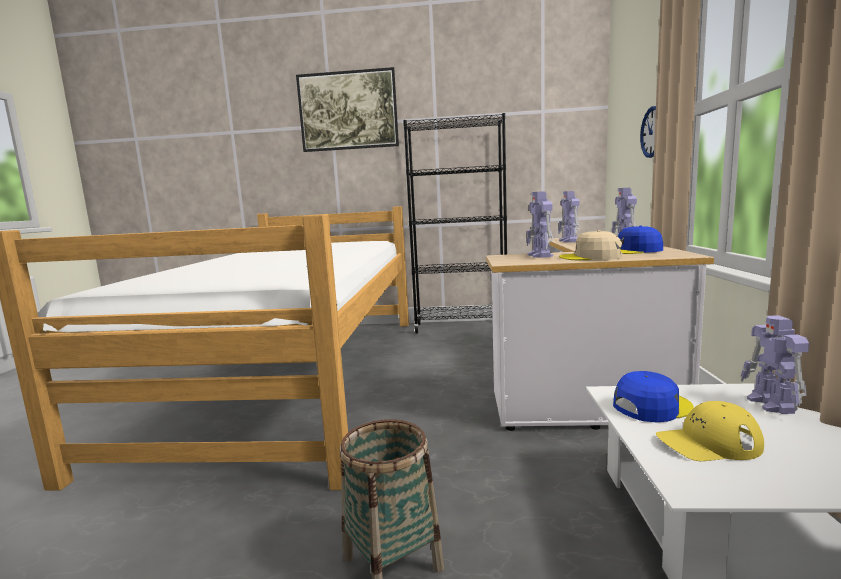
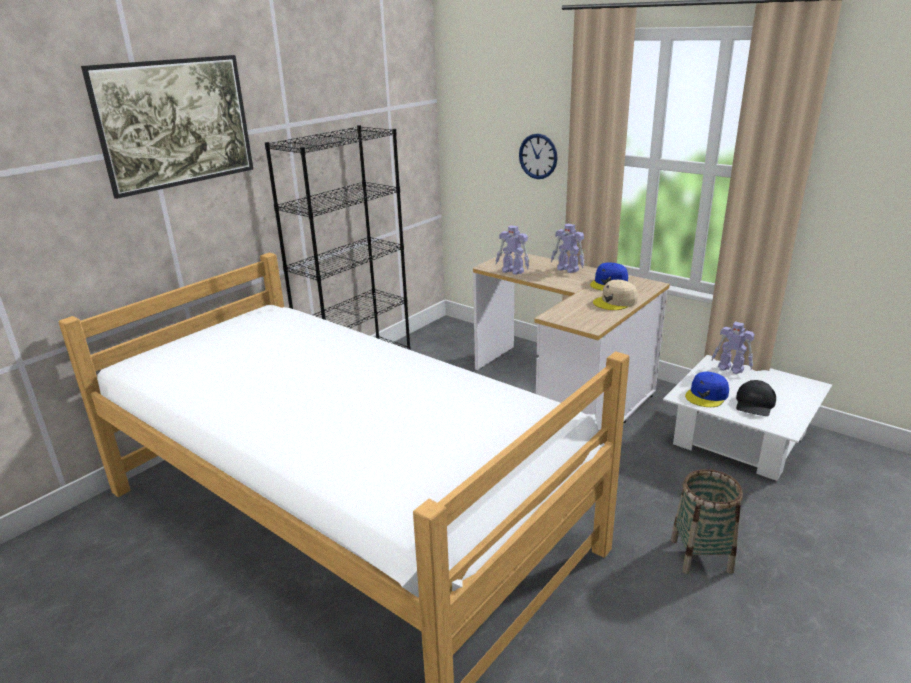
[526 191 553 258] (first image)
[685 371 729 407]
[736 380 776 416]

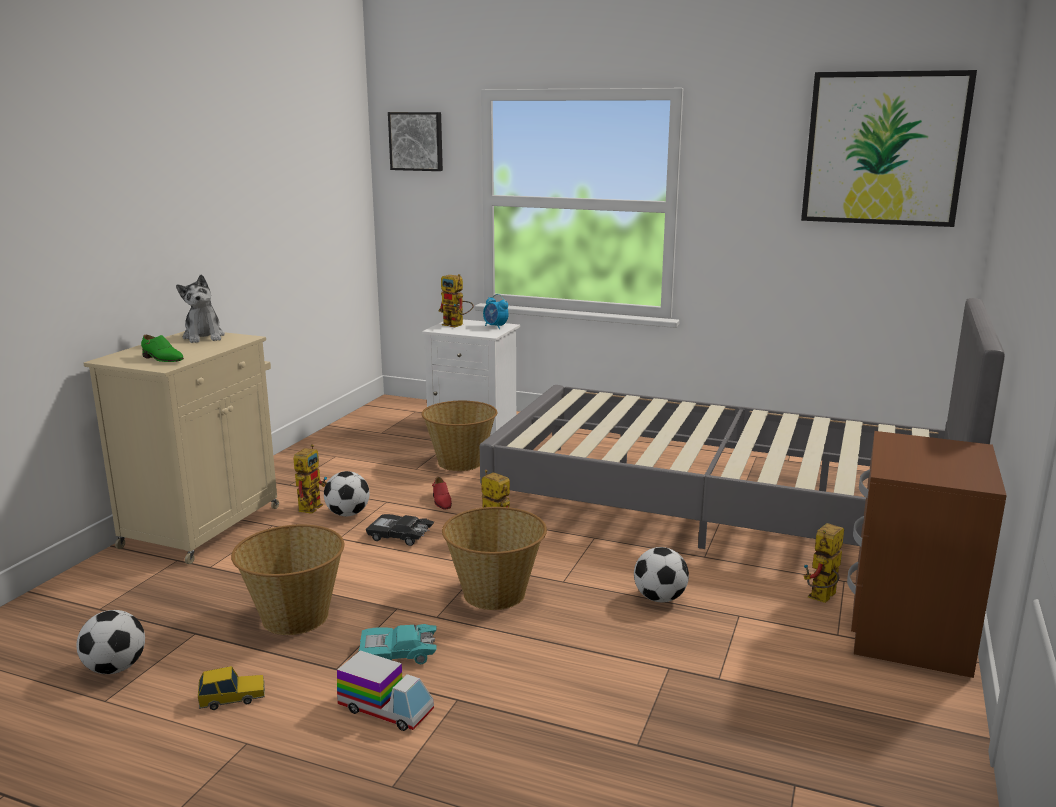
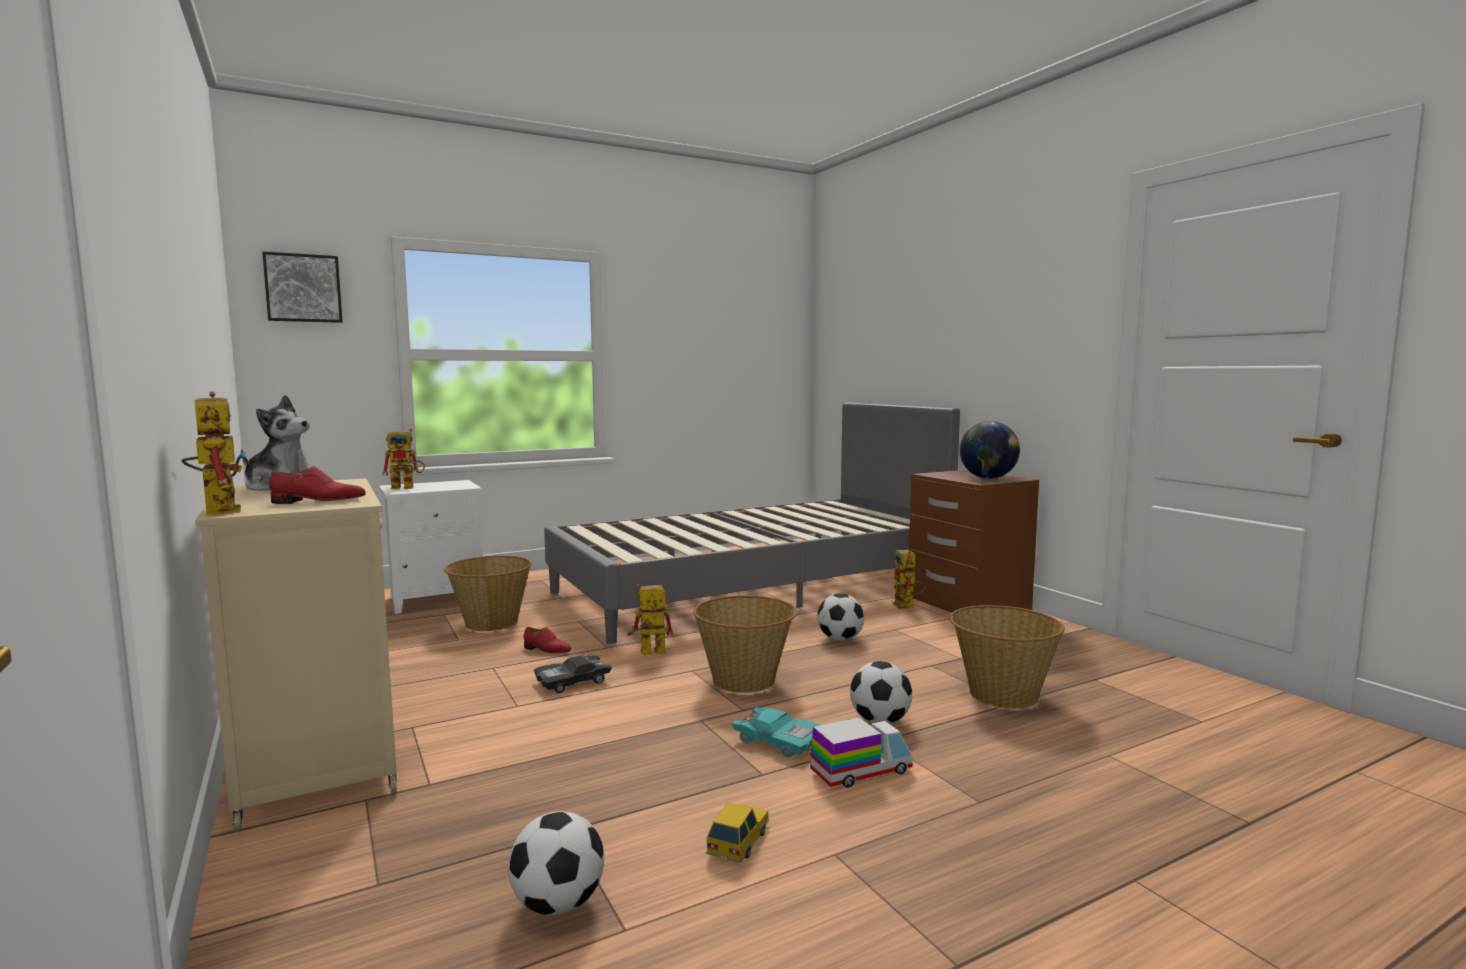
[801 70 977 227] (first image)
[483 294 509 329] (first image)
[269 466 366 504]
[182 391 246 515]
[850 661 912 724]
[949 605 1065 709]
[732 707 820 758]
[960 421 1020 479]

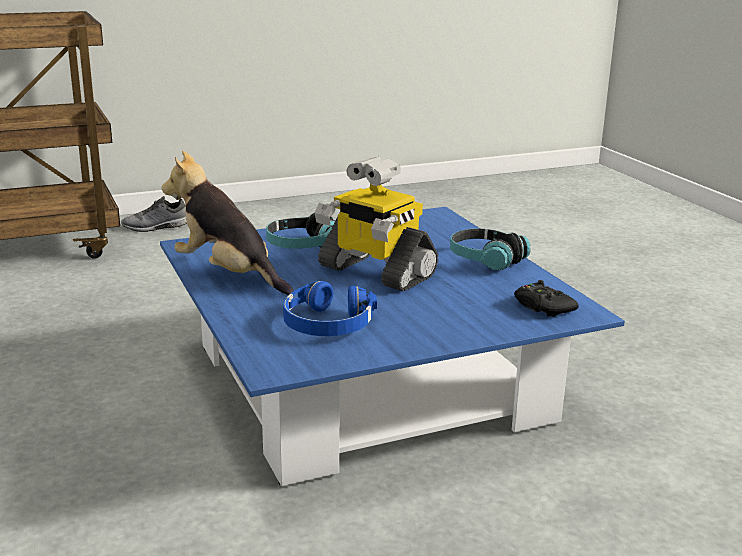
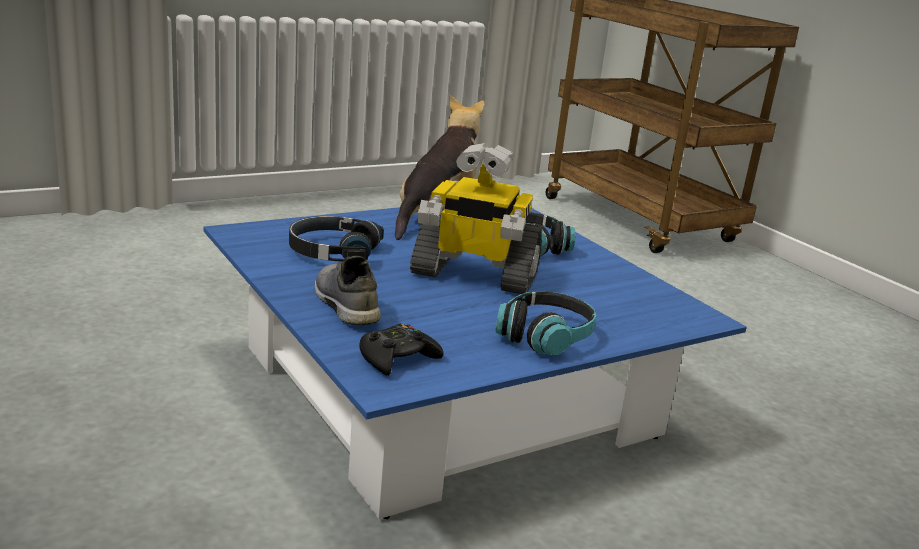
[410 143 541 294]
[314 256 381 325]
[289 216 384 262]

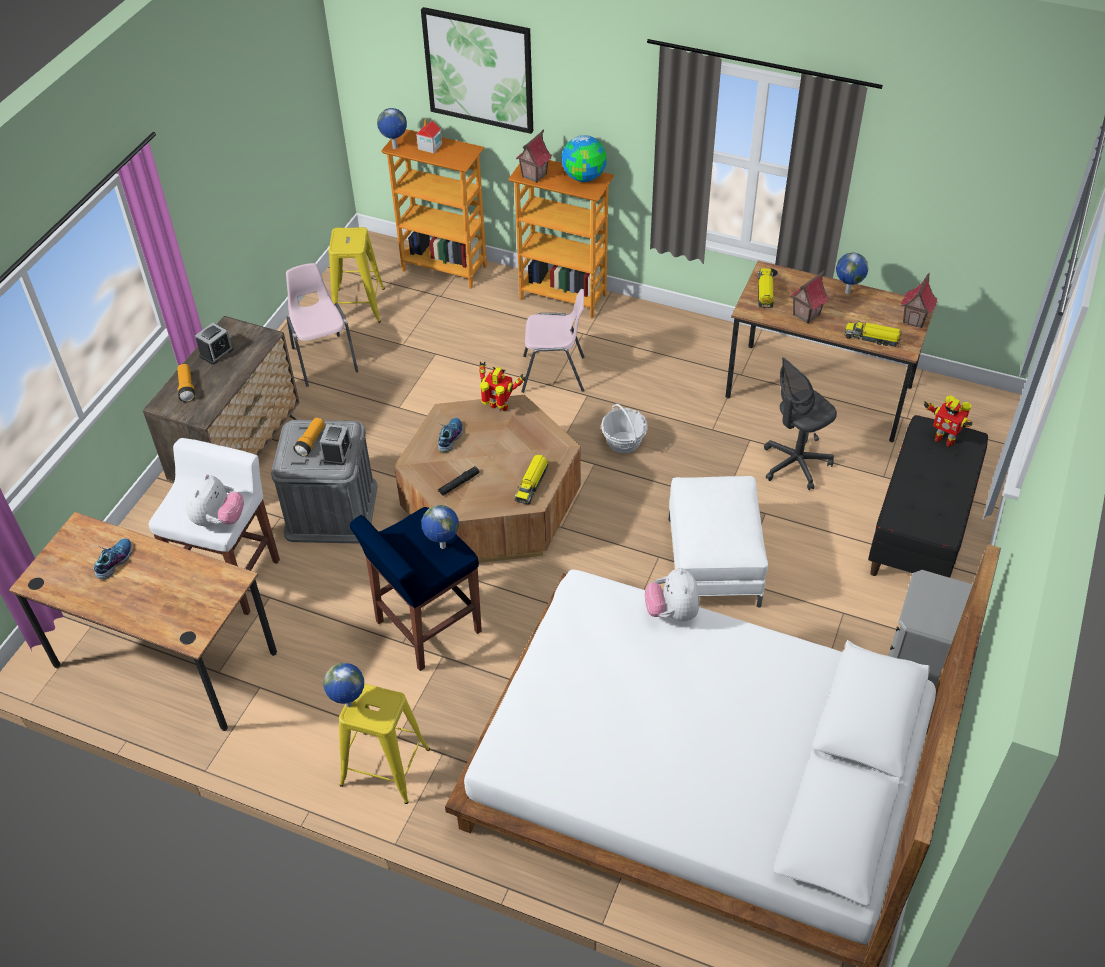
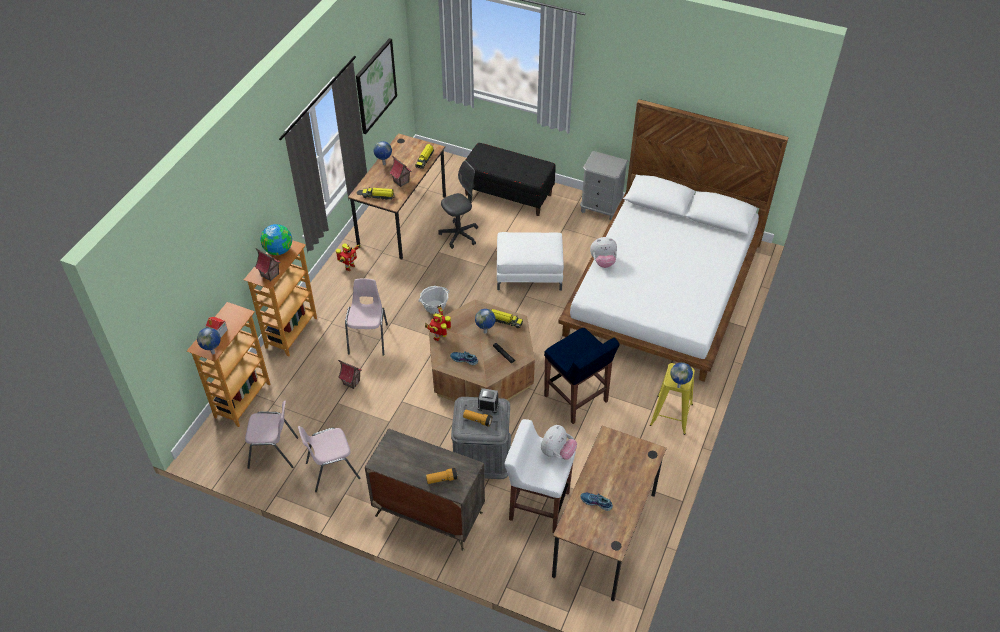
[356 38 397 134]
[245 401 298 469]
[338 360 362 389]
[195 323 234 365] (first image)
[438 160 478 249]
[336 243 361 271]
[541 425 577 460]
[475 309 496 333]

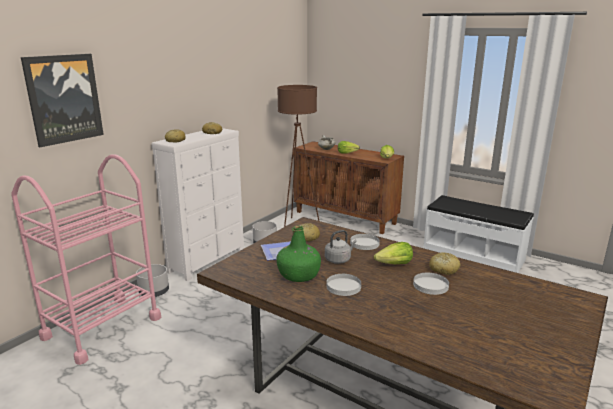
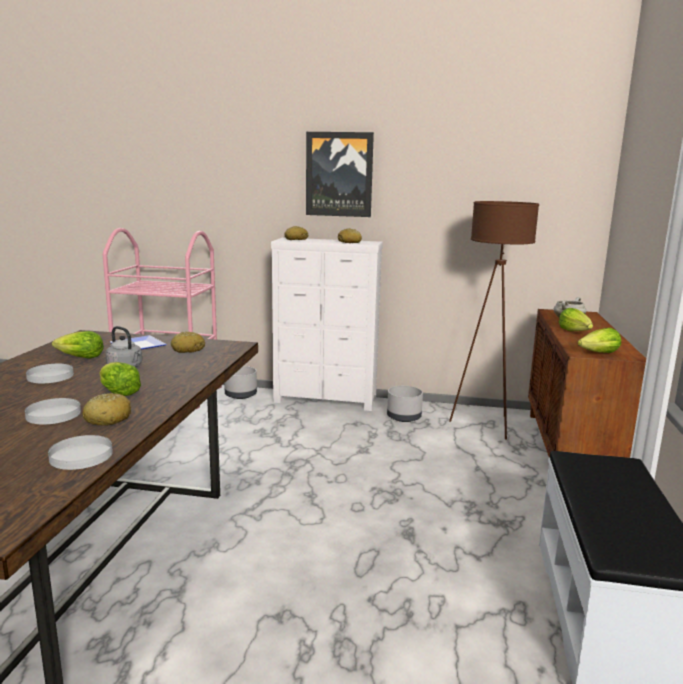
[306 132 374 217]
[52 331 104 359]
[48 435 113 470]

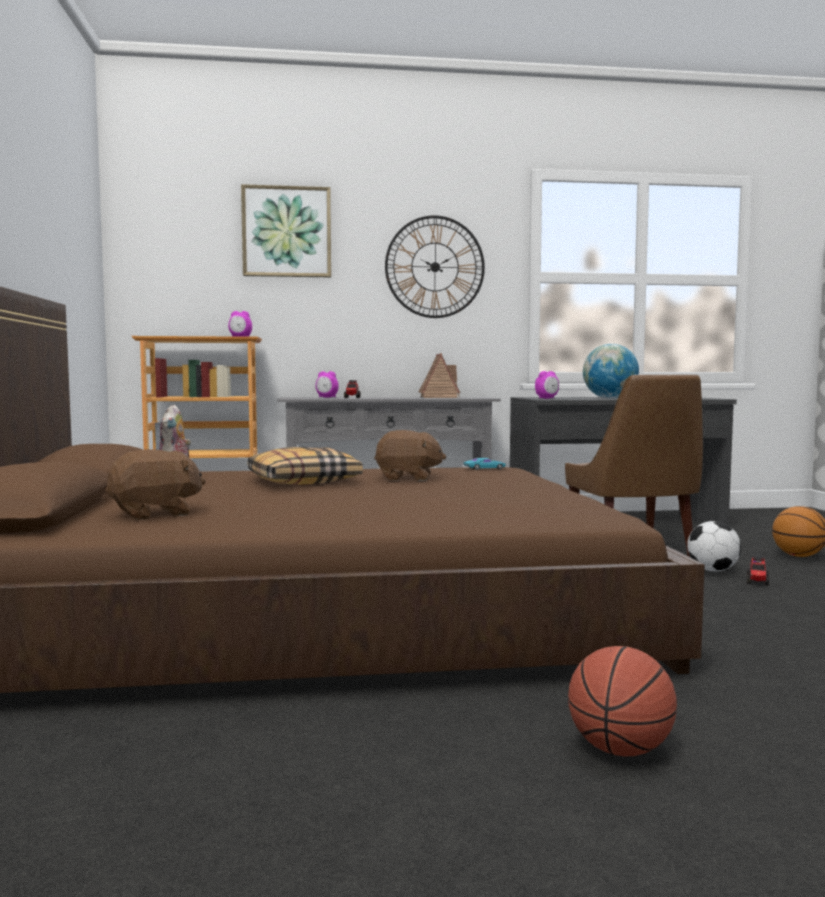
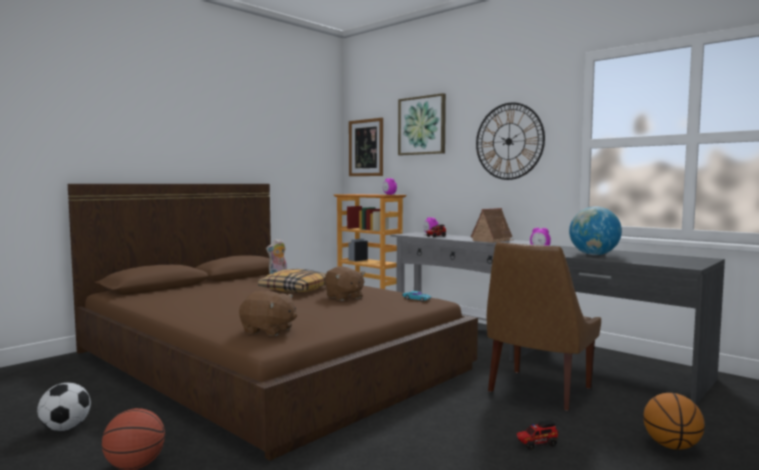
[239 291 297 336]
[37 383 91 431]
[349 118 383 176]

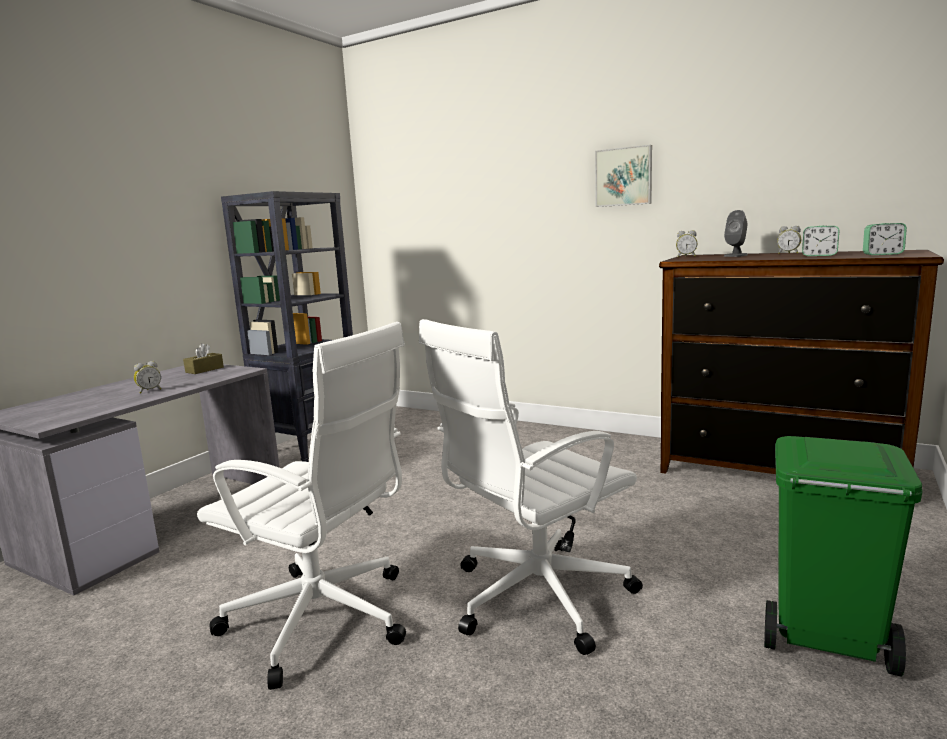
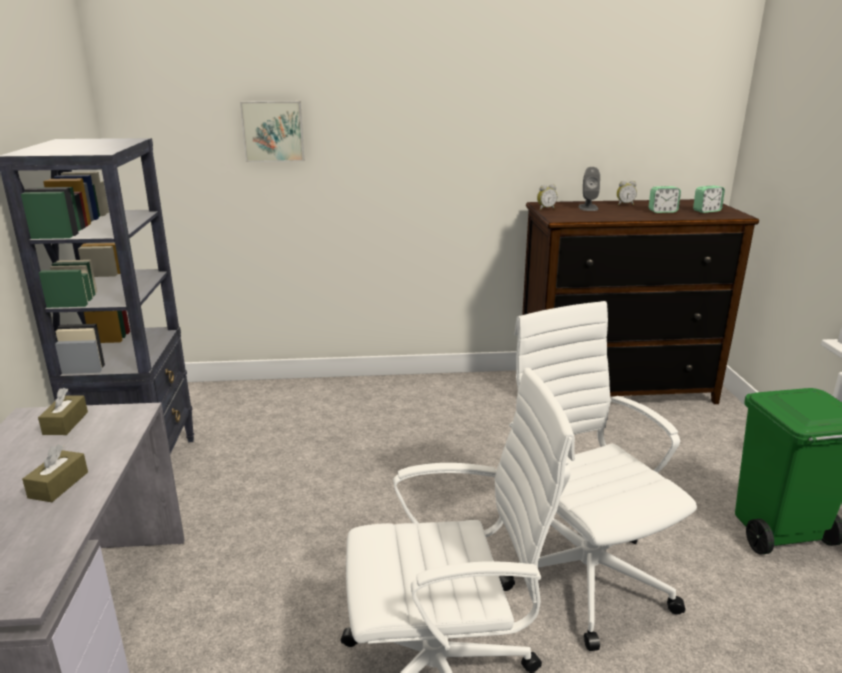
[240 101 304 162]
[499 301 697 651]
[22 444 88 502]

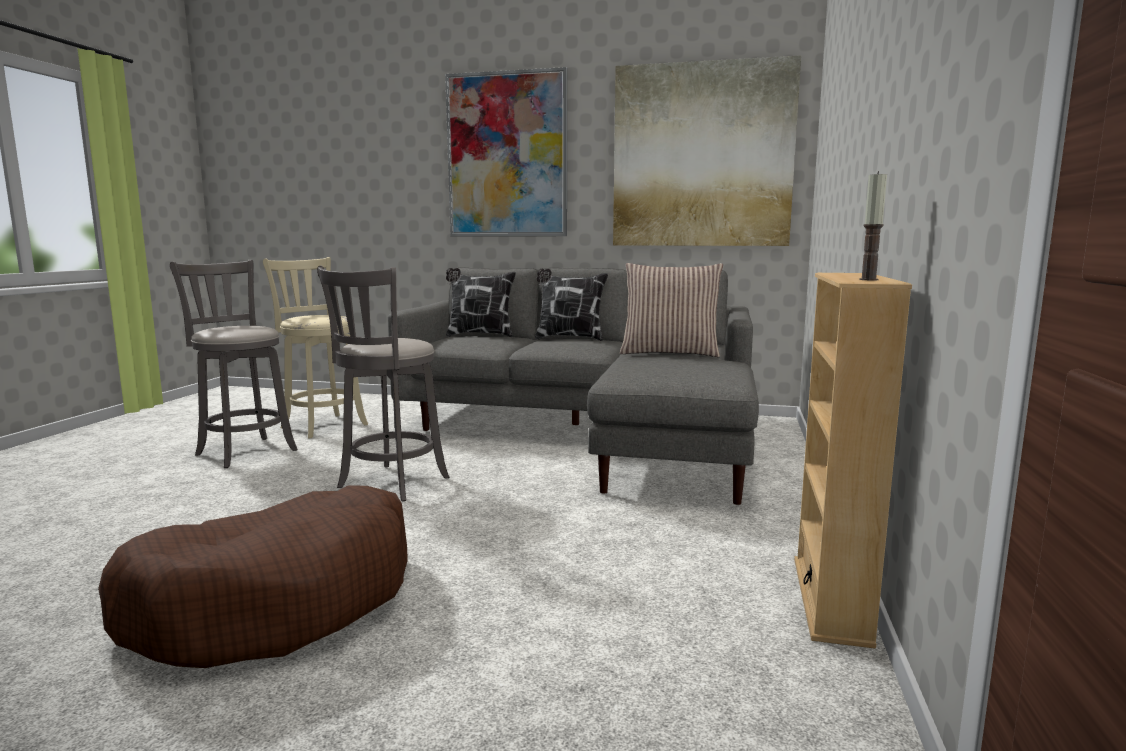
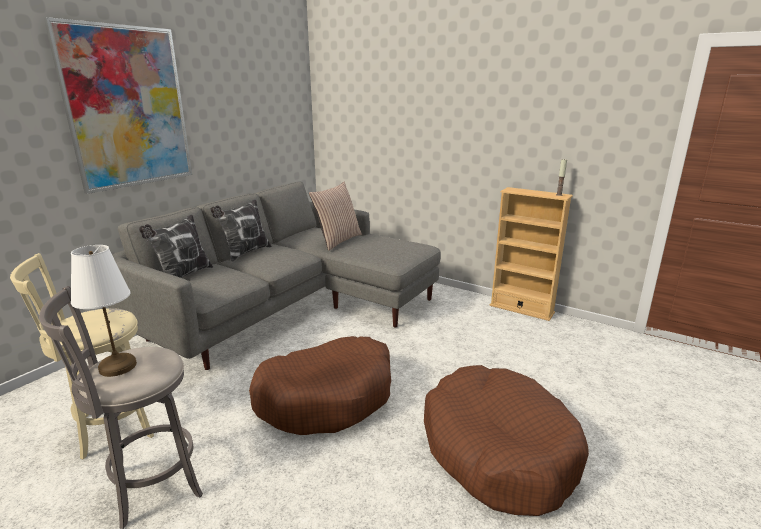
[613 55 801 246] (first image)
[249 336 391 435]
[71 245 137 377]

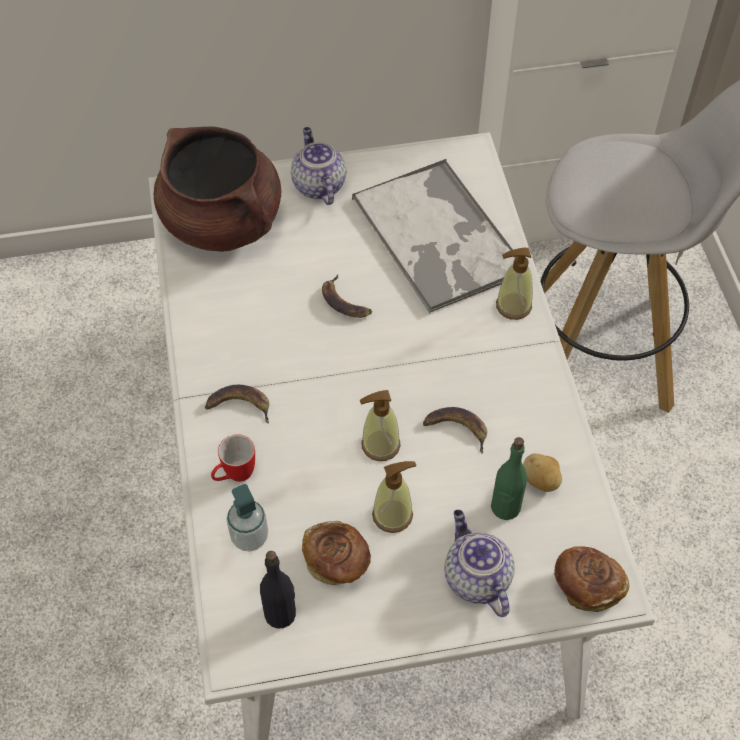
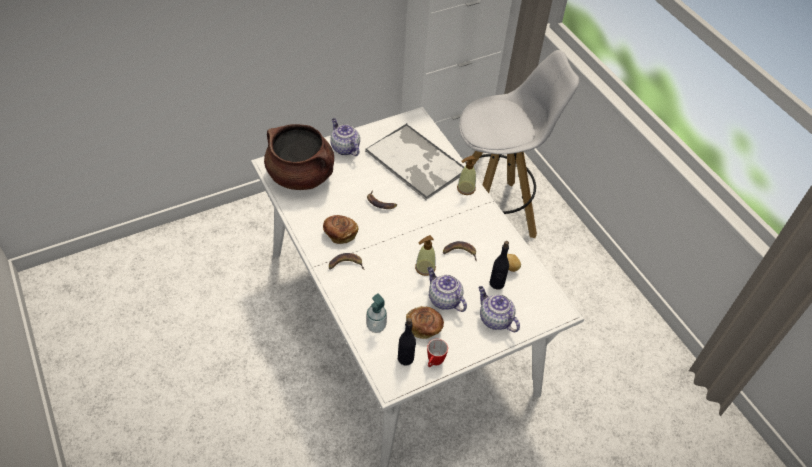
[427 339 448 367]
[490 241 509 290]
[427 267 467 312]
[323 215 358 244]

